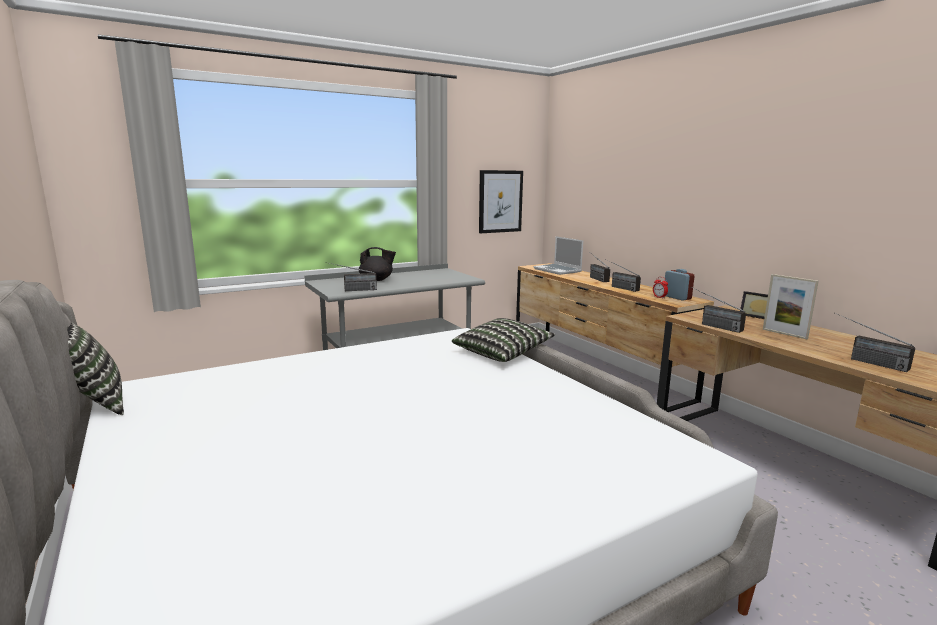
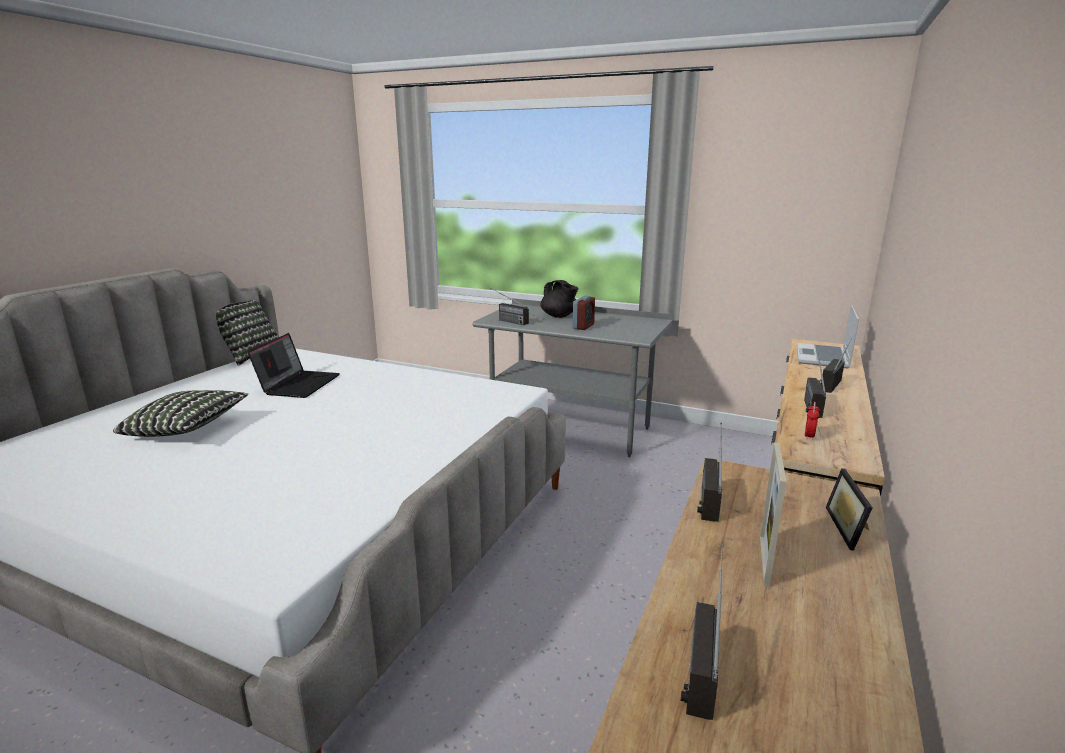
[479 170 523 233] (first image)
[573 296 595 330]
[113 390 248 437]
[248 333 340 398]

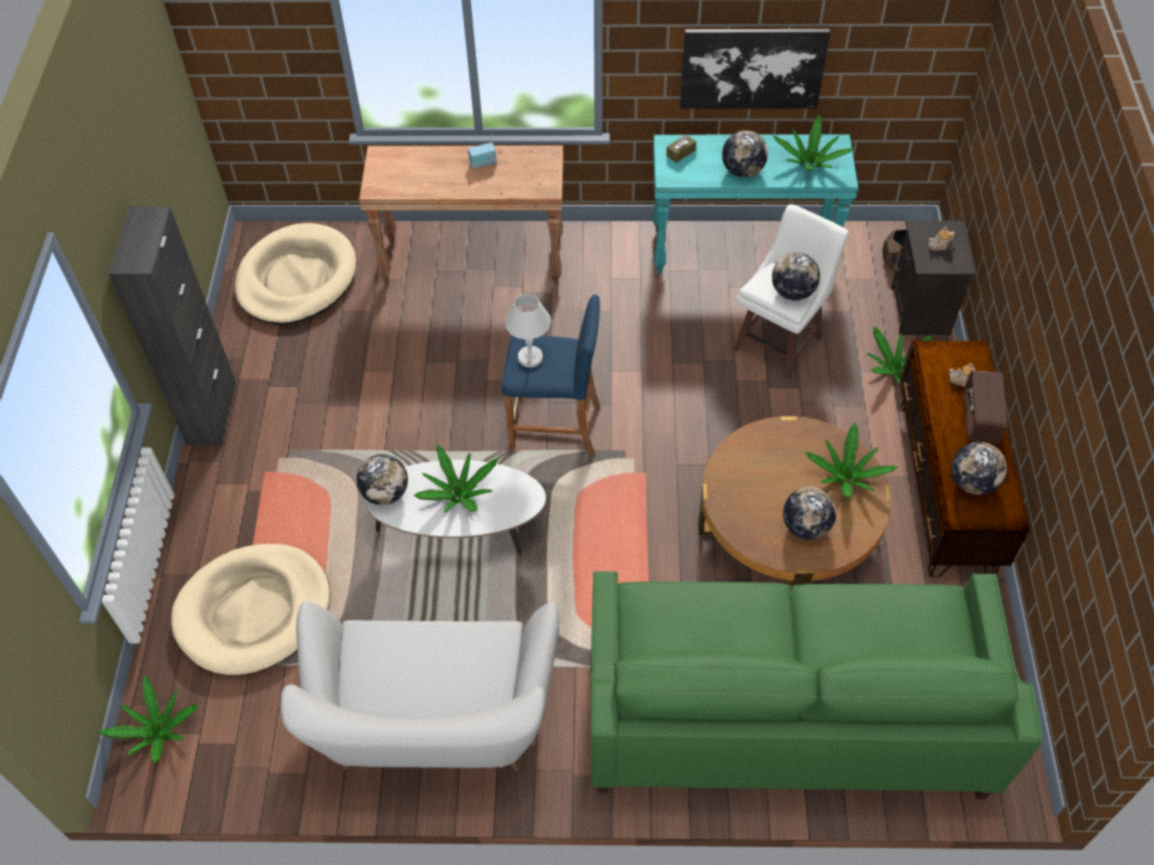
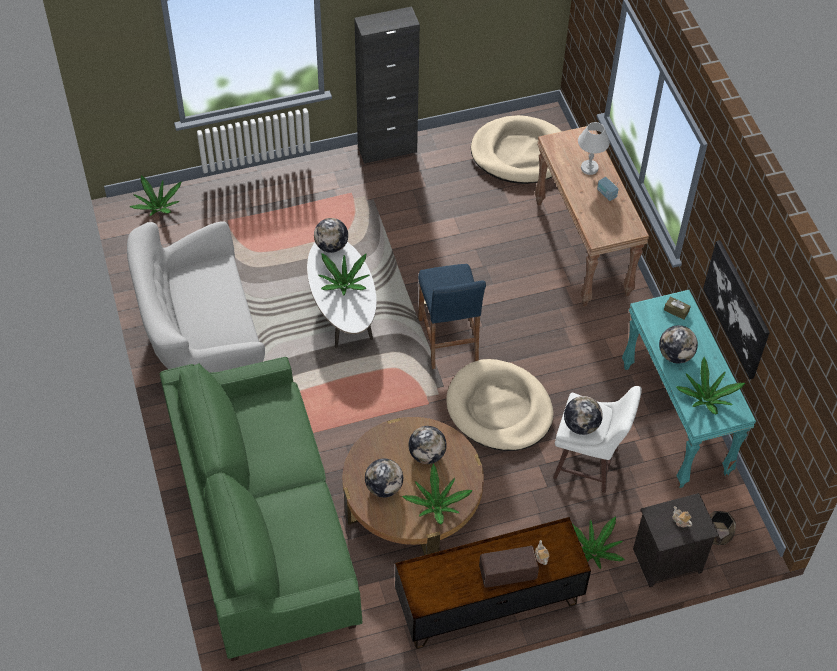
[578 122 610 175]
[408 426 447 464]
[446 359 554 451]

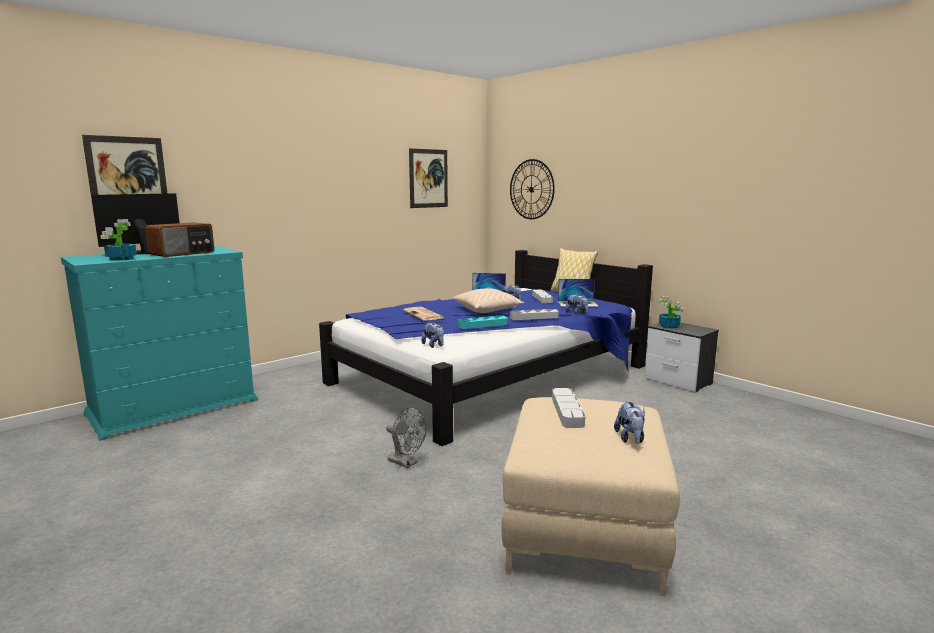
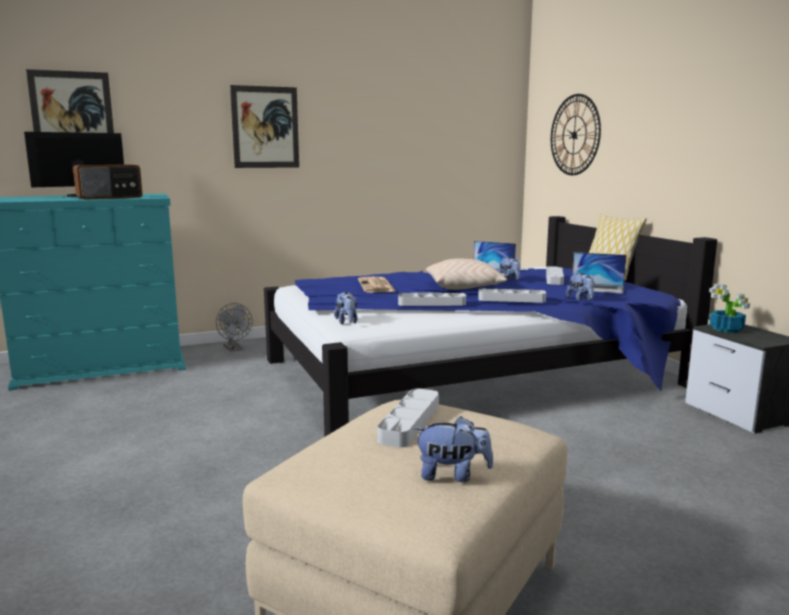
[230 85 299 168]
[100 219 137 261] (first image)
[398 293 466 306]
[414 416 493 482]
[216 303 253 352]

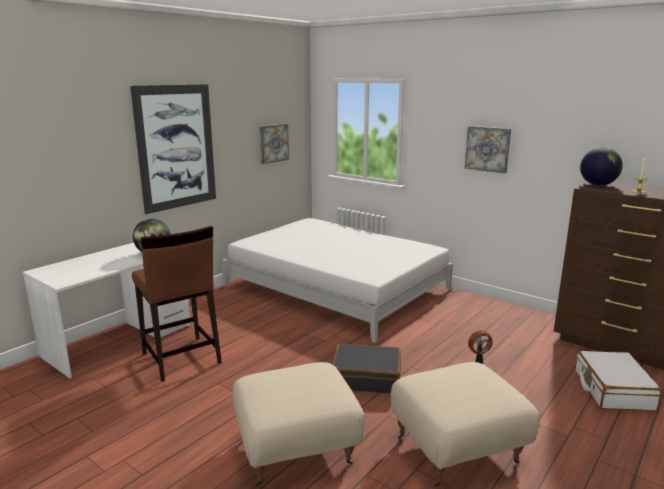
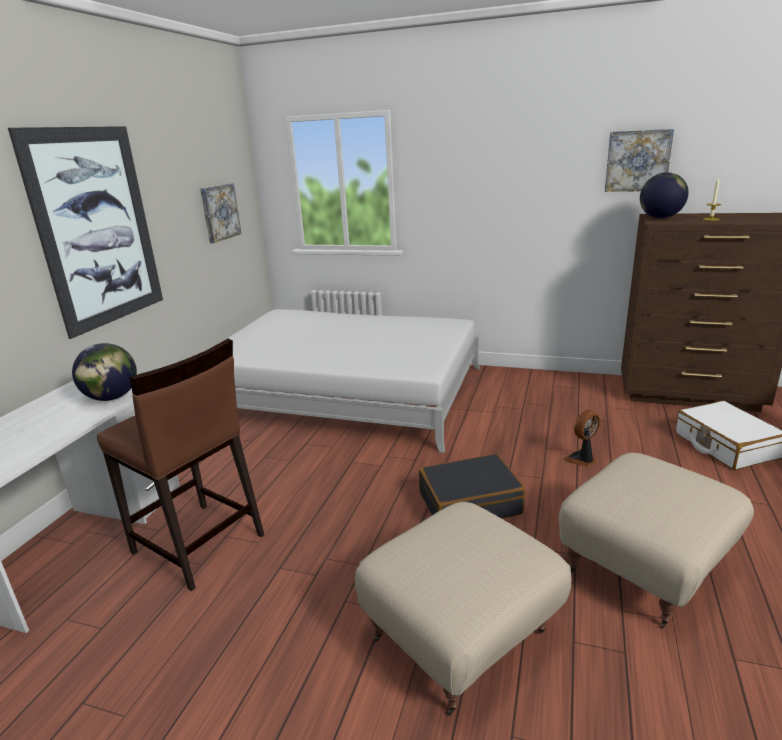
[605 129 674 192]

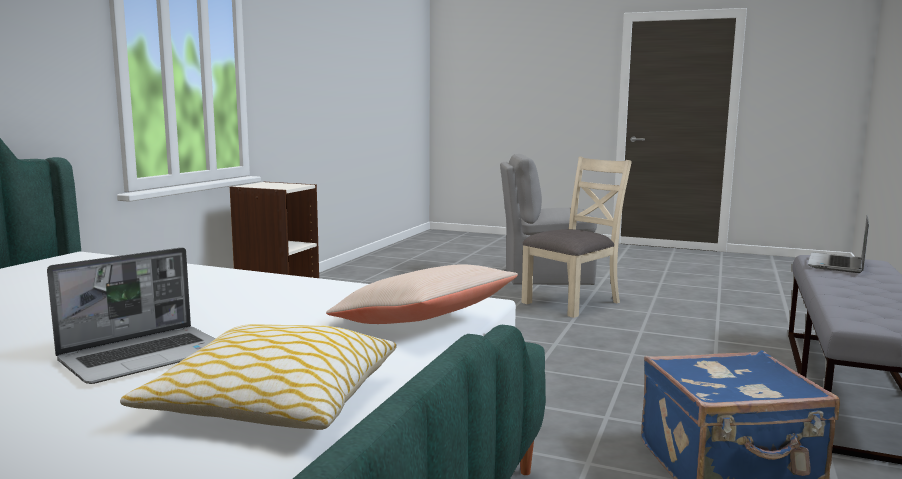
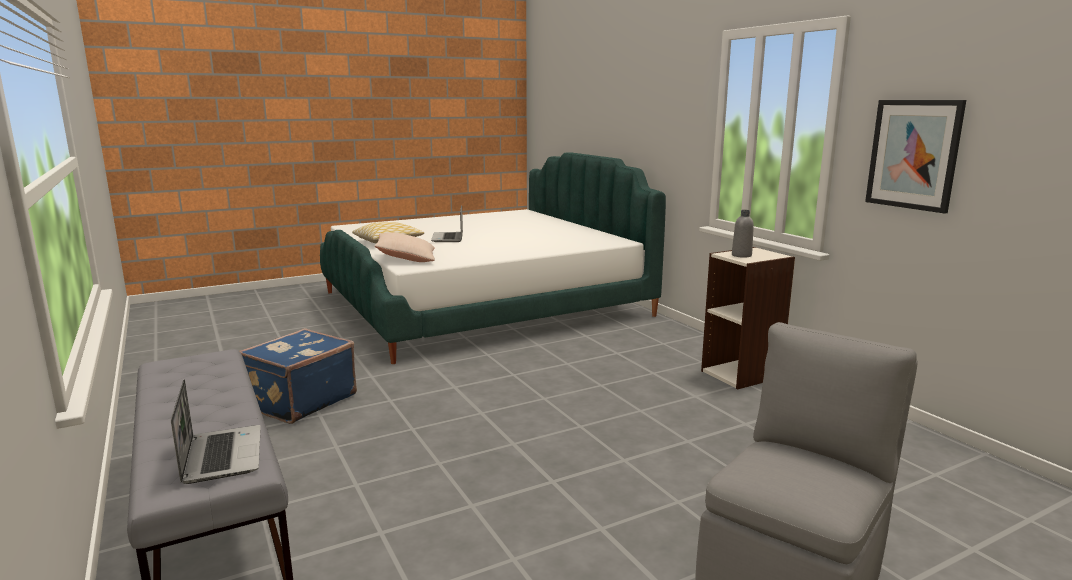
[522 156 632 318] (first image)
[865 100 966 214]
[732 210 754 258]

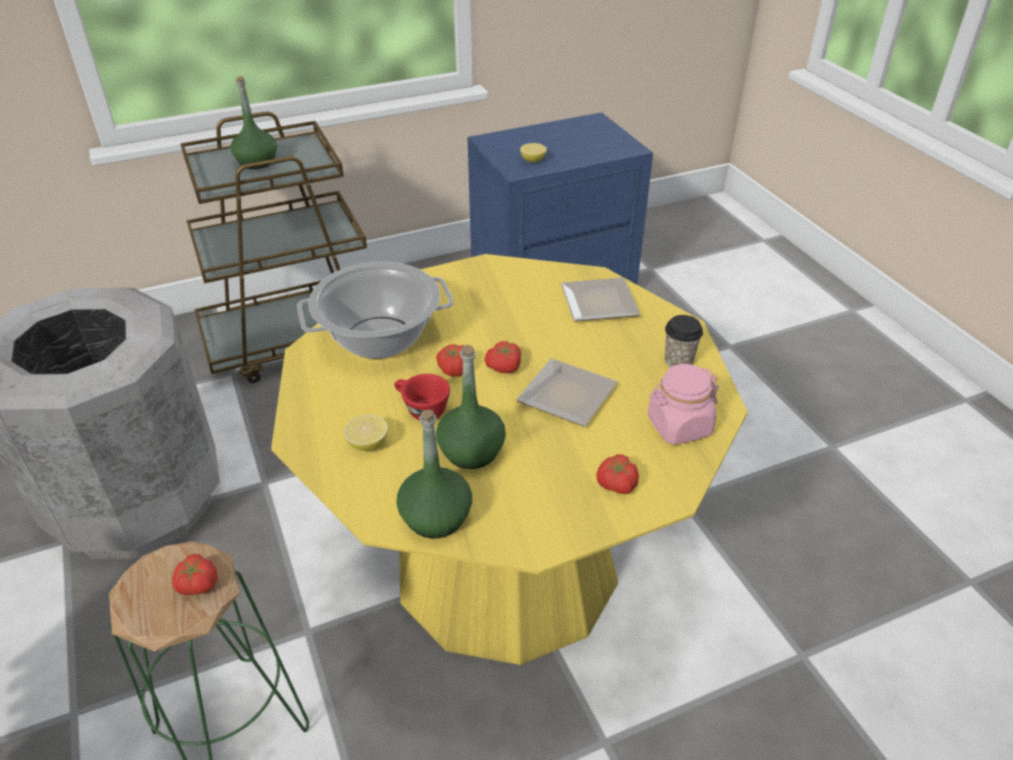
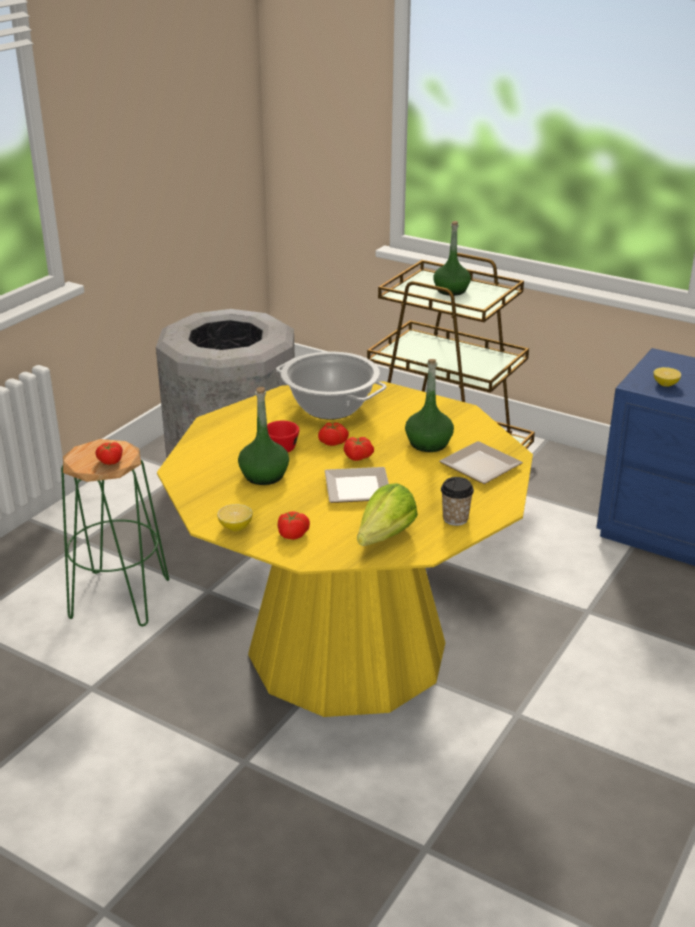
[357 483 418 546]
[405 359 454 452]
[217 504 253 531]

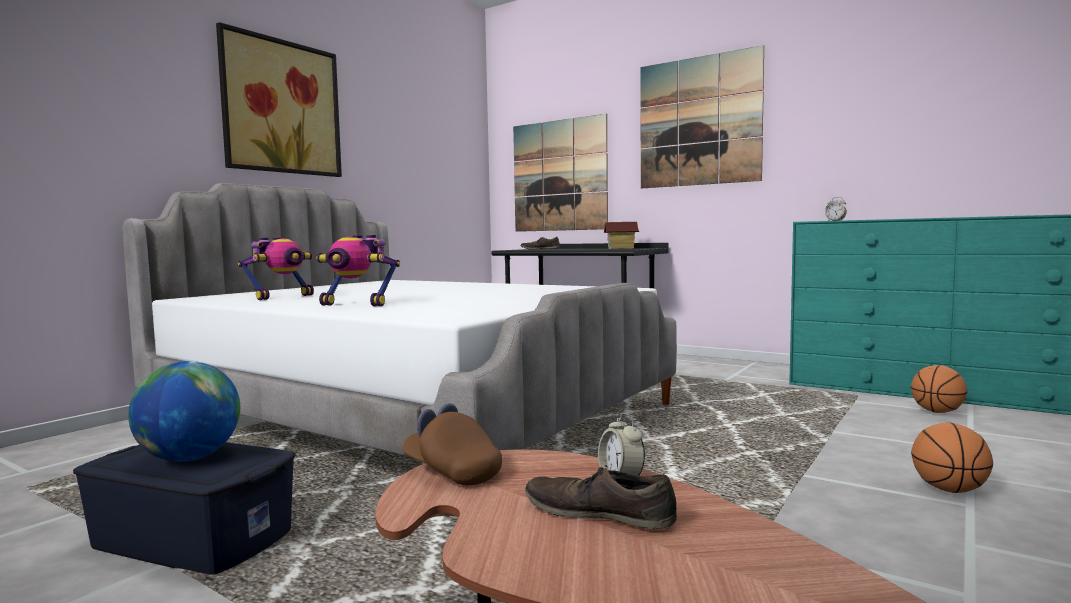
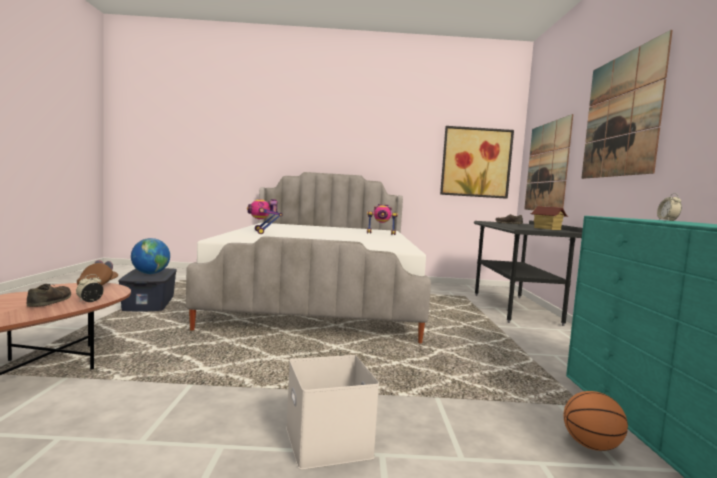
[440 126 514 199]
[367 204 398 235]
[286 355 379 470]

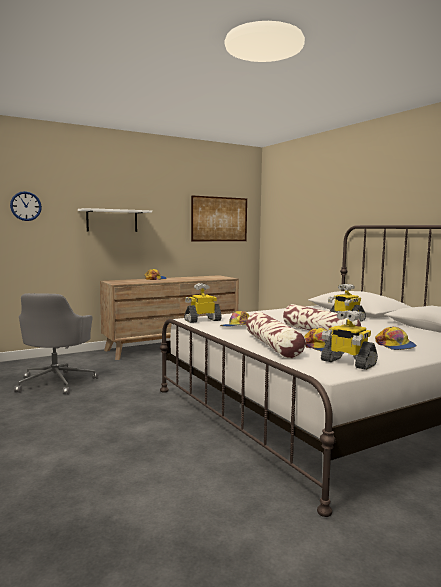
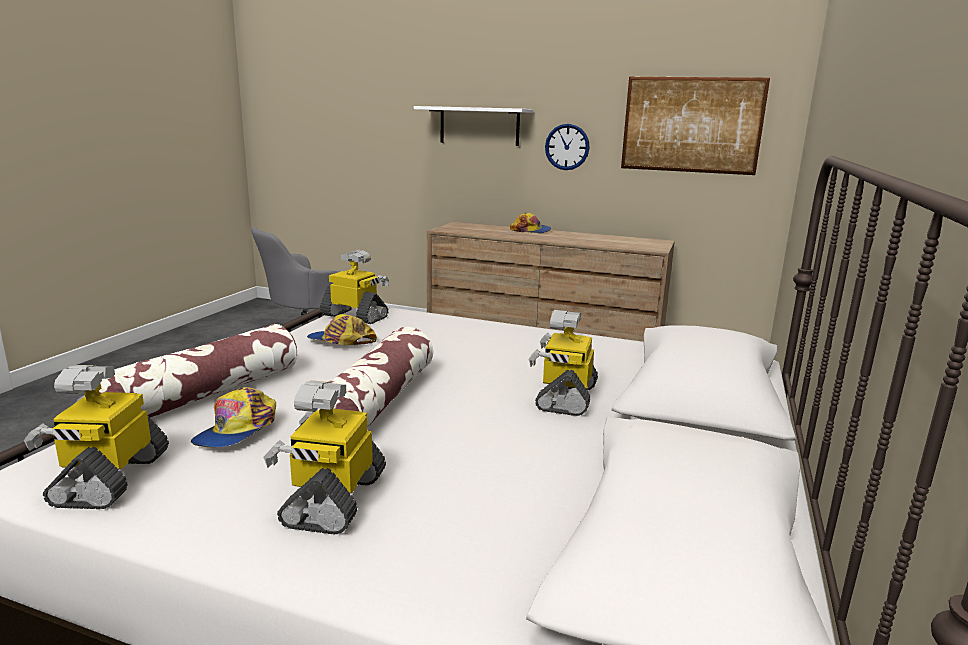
[545 124 590 170]
[264 380 386 534]

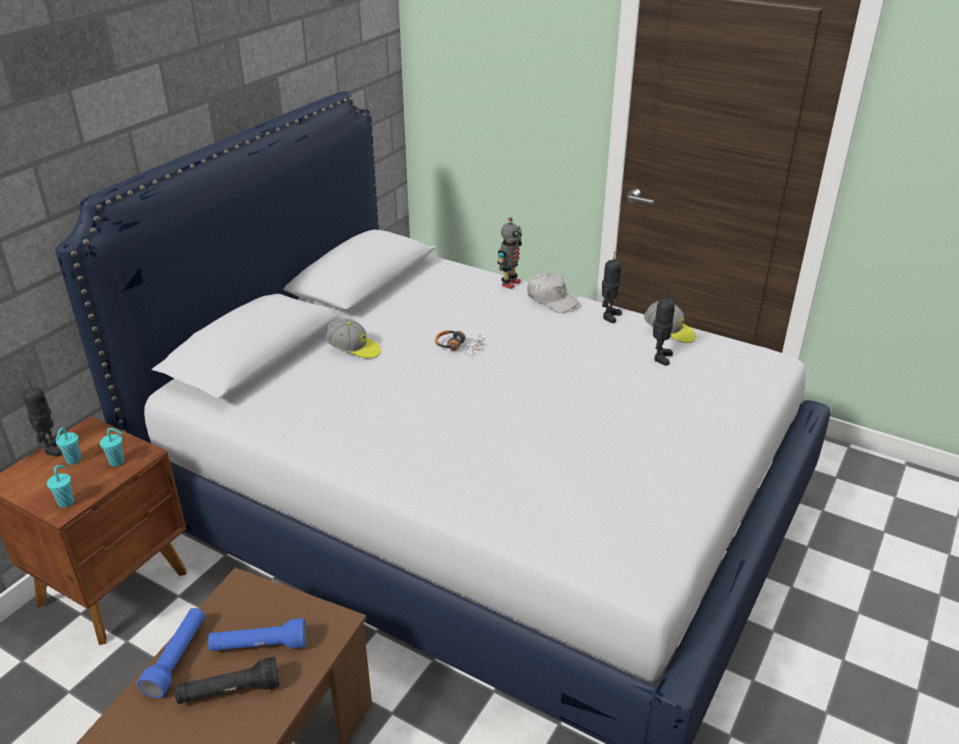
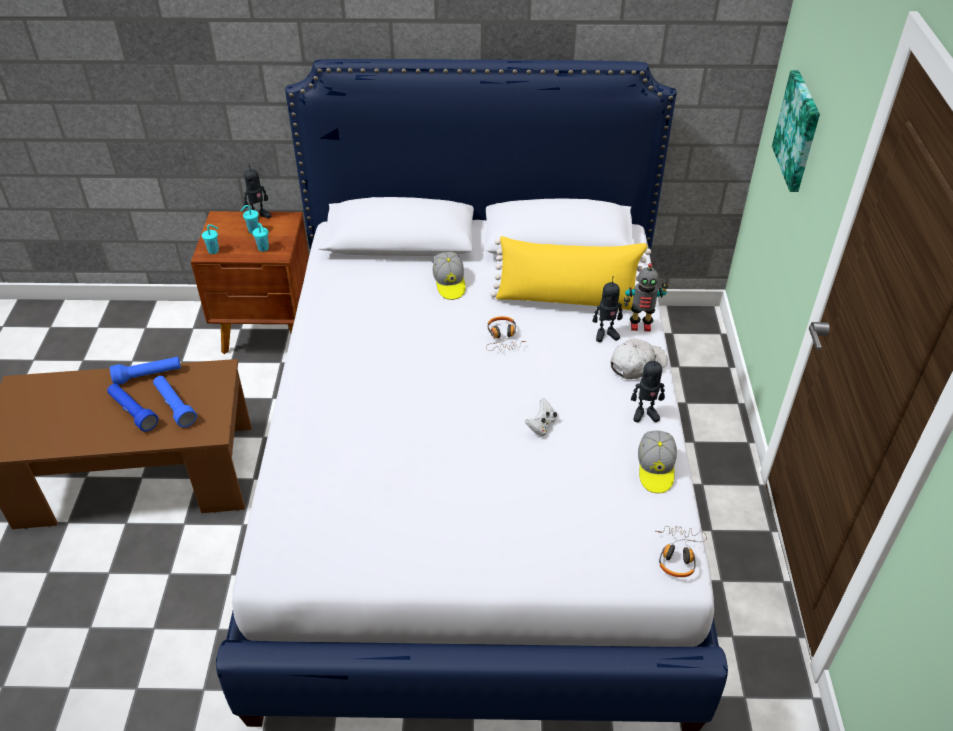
[611 338 668 379]
[592 279 623 342]
[107 384 158 432]
[772 70 820 192]
[491 236 651 310]
[525 398 557 436]
[656 526 707 577]

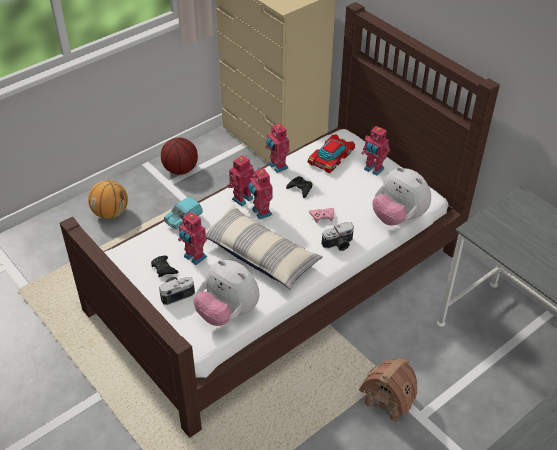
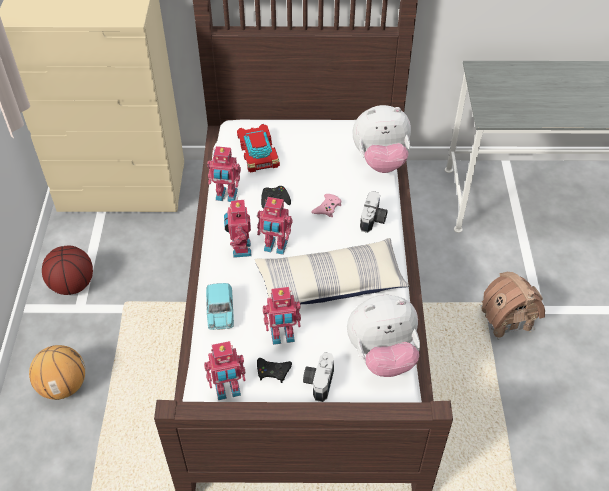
[204 341 246 400]

